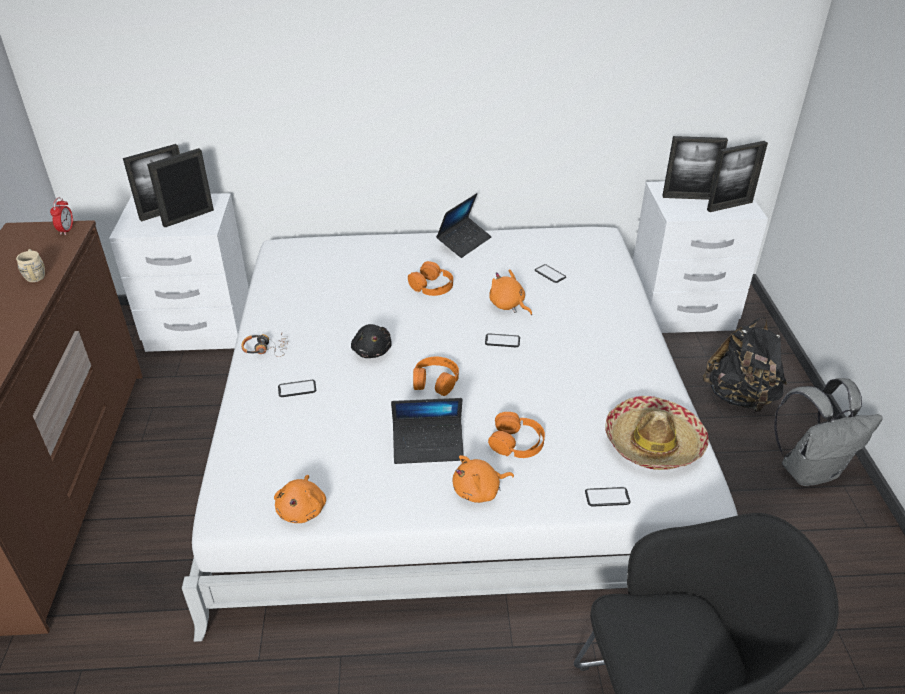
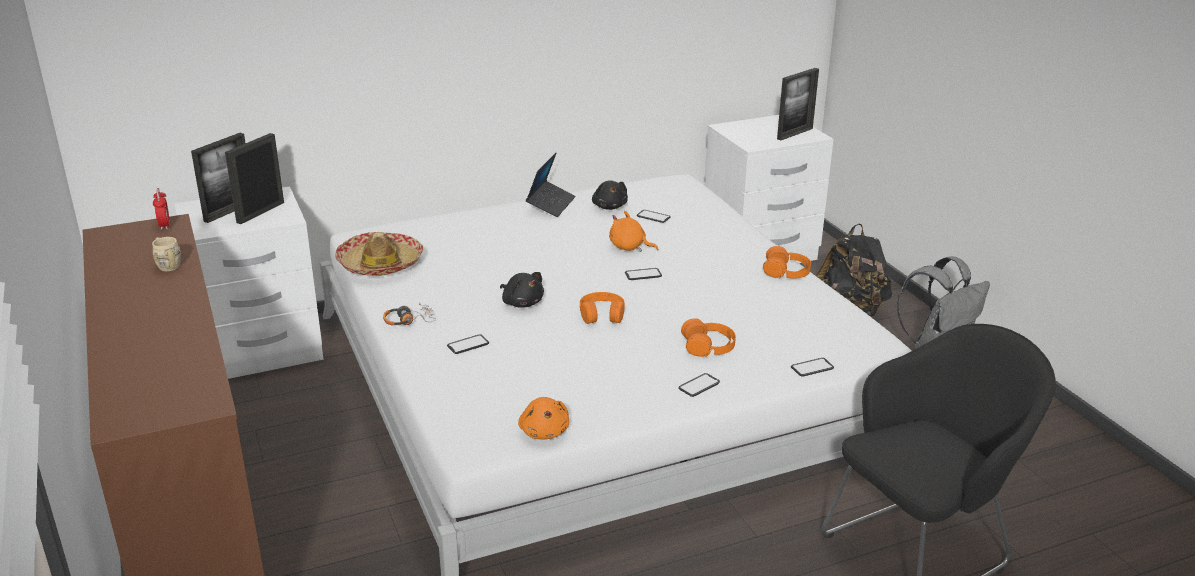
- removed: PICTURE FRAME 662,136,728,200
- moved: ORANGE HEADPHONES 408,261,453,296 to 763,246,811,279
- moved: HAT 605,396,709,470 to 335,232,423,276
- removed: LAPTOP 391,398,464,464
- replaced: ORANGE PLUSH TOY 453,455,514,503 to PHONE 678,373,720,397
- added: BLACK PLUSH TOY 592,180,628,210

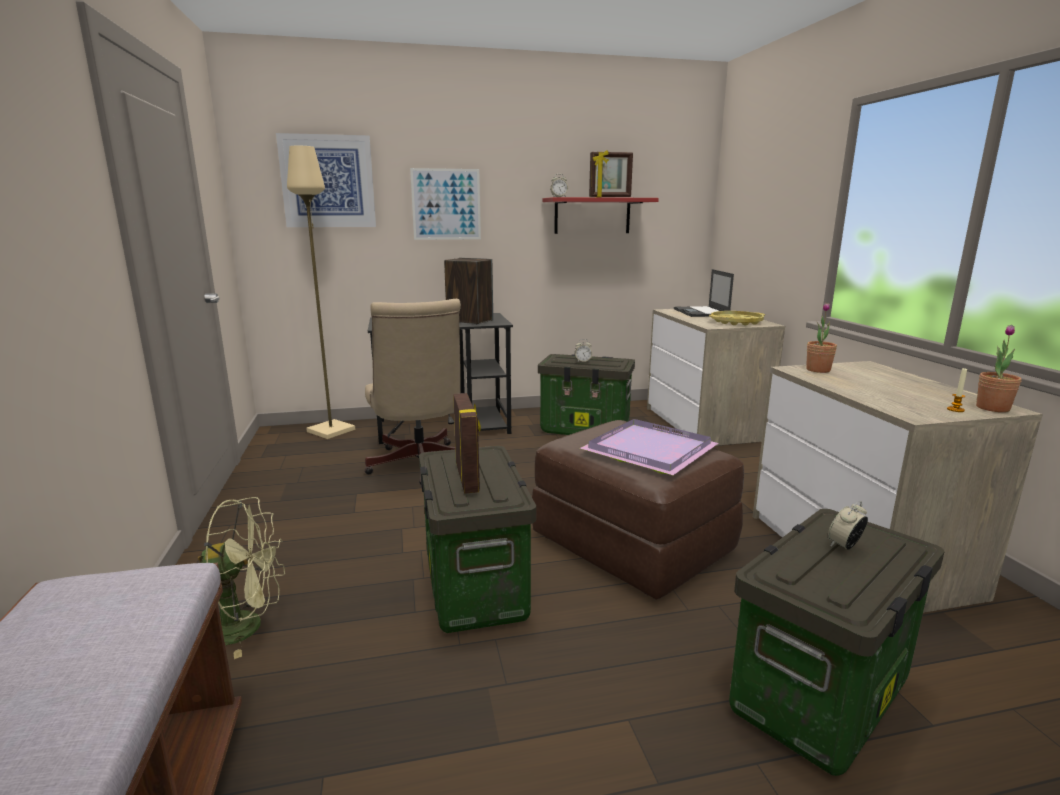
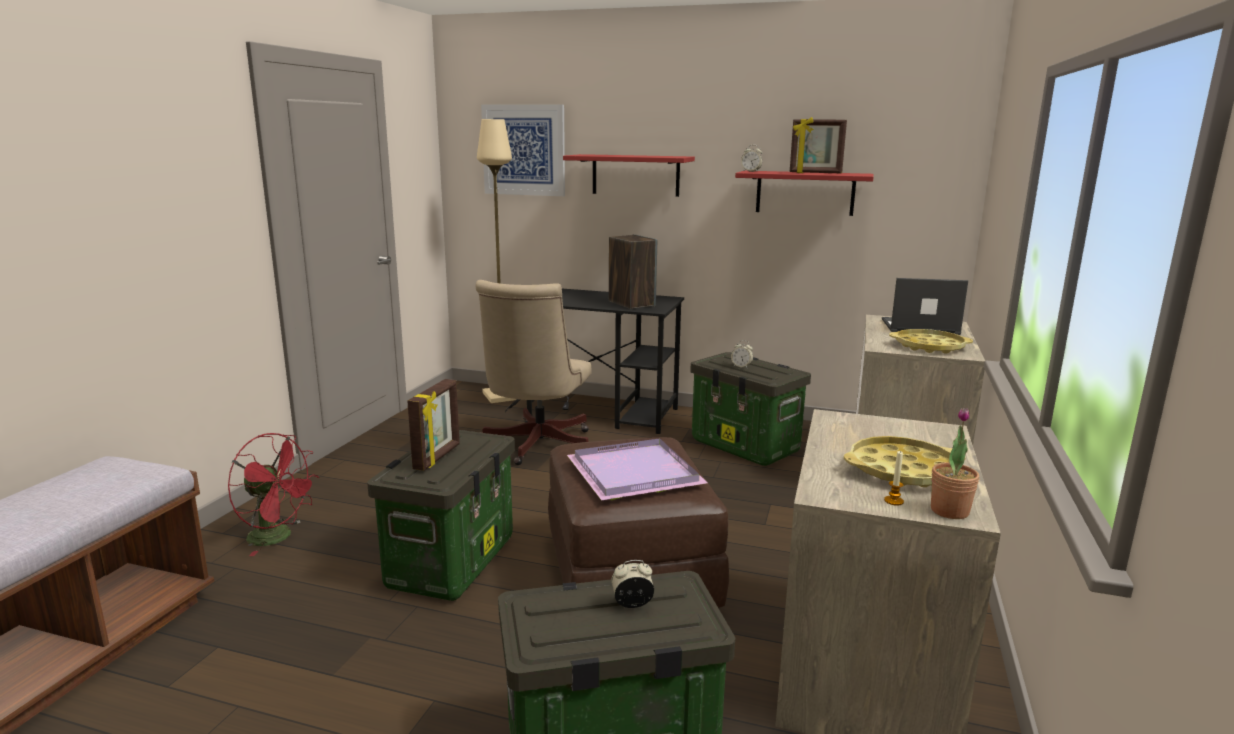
- replaced: PICTURE 410,168,481,240 to RED SHELF 563,154,695,197
- turned: LAPTOP 674,269,734,317 = 882,278,968,335 75 degrees clockwise
- removed: POTTED PLANT 806,302,837,373
- recoloured: GREEN FAN 198,497,285,659 to RED FAN 228,433,319,556
- added: YELLOW TRAY 844,436,952,487

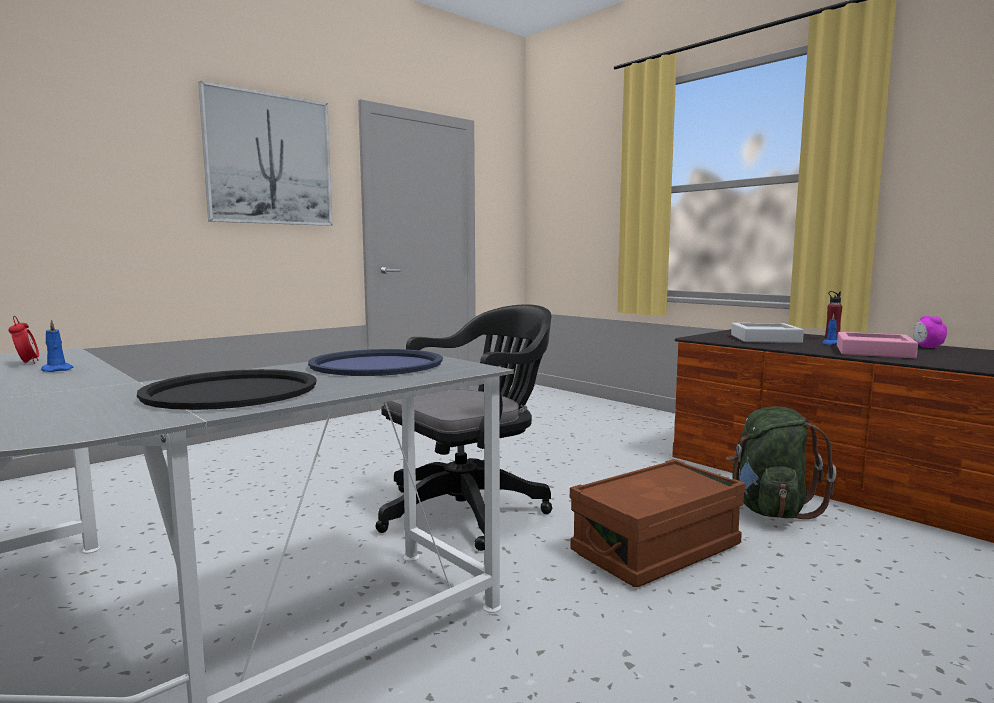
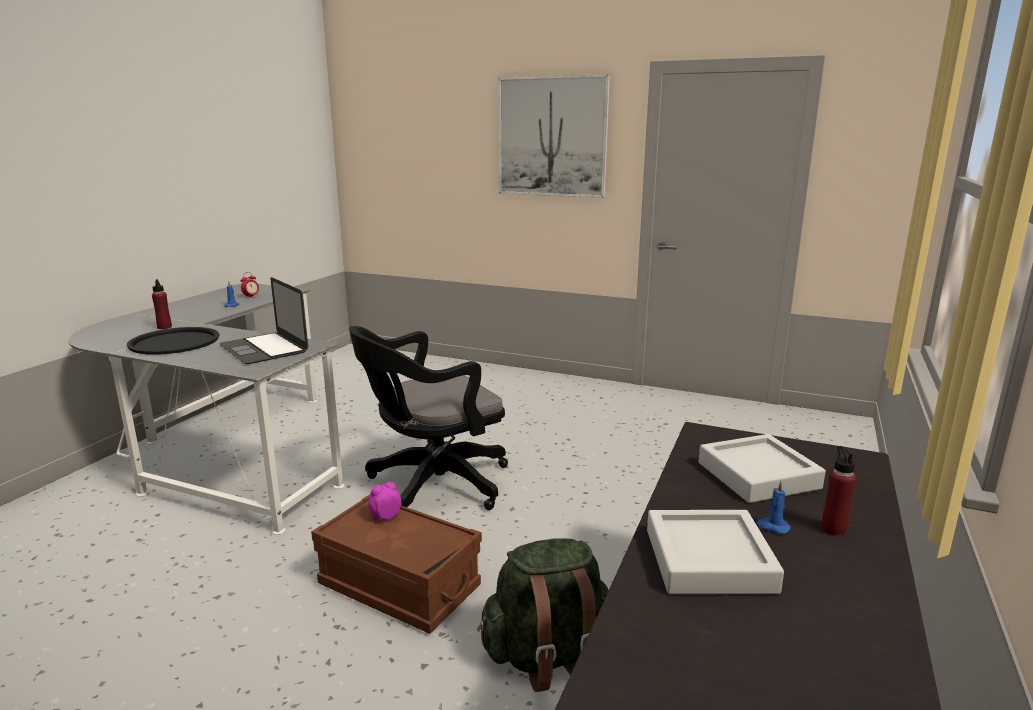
- turned: BLACK OFFICE CHAIR 376,304,552,551 = 349,326,508,510 120 degrees clockwise
- moved: ALARM CLOCK 913,316,947,349 to 368,482,401,520
- recoloured: PINK TRAY 837,332,918,358 to GREY TRAY 647,510,784,594
- replaced: BLUE TRAY 308,349,443,376 to LAPTOP 219,277,308,364
- added: RED BOTTLE 152,279,172,329

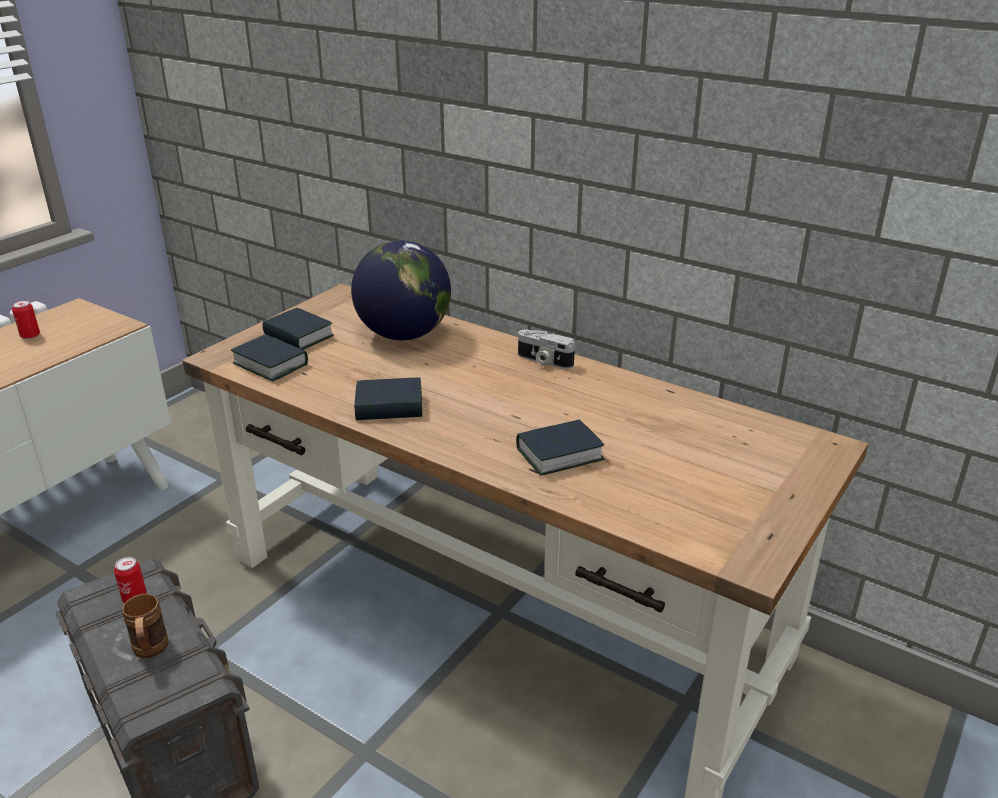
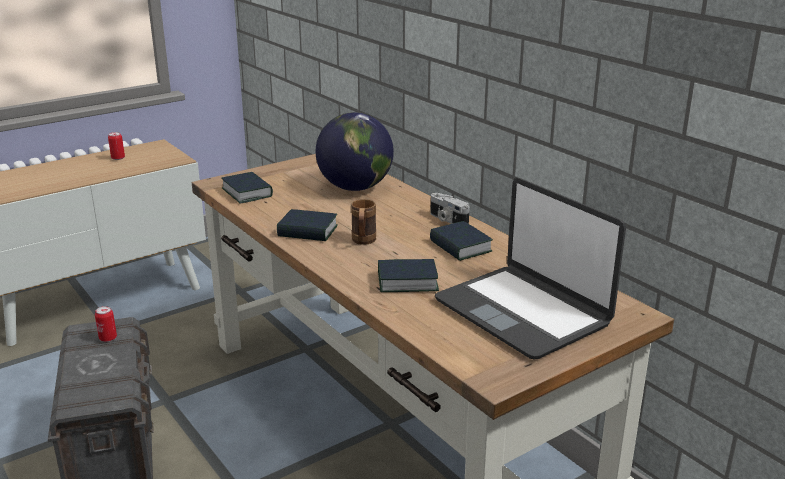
- moved: BOOK 262,308,334,350 to 430,221,493,261
- moved: BROWN MUG 122,593,169,658 to 351,199,376,245
- added: LAPTOP 435,178,626,359

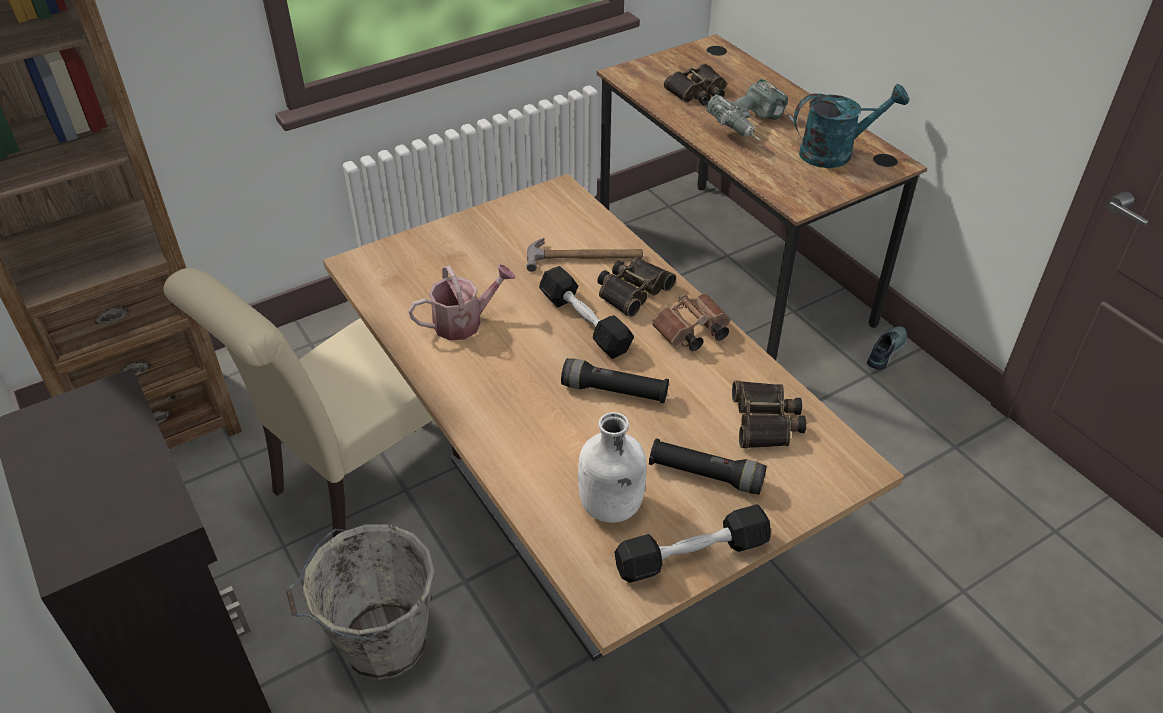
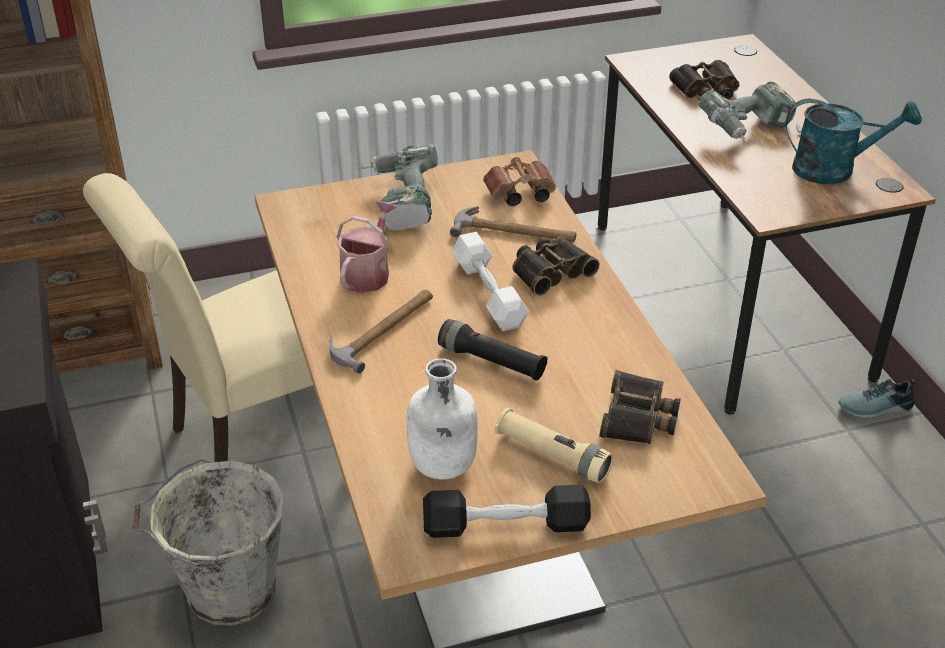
- turned: WATERING CAN 408,264,515,340 = 337,201,396,293 60 degrees counterclockwise
- recoloured: BLACK DUMBBELL 539,266,634,359 to WHITE DUMBBELL 452,232,529,331
- moved: BROWN BINOCULARS 652,293,730,351 to 483,157,556,206
- turned: SHOE 867,326,907,370 = 839,379,915,418 150 degrees counterclockwise
- recoloured: BLACK FLASHLIGHT 649,438,767,495 to BEIGE FLASHLIGHT 495,408,614,483
- added: POWER DRILL 358,144,438,230
- added: HAMMER 329,290,433,374

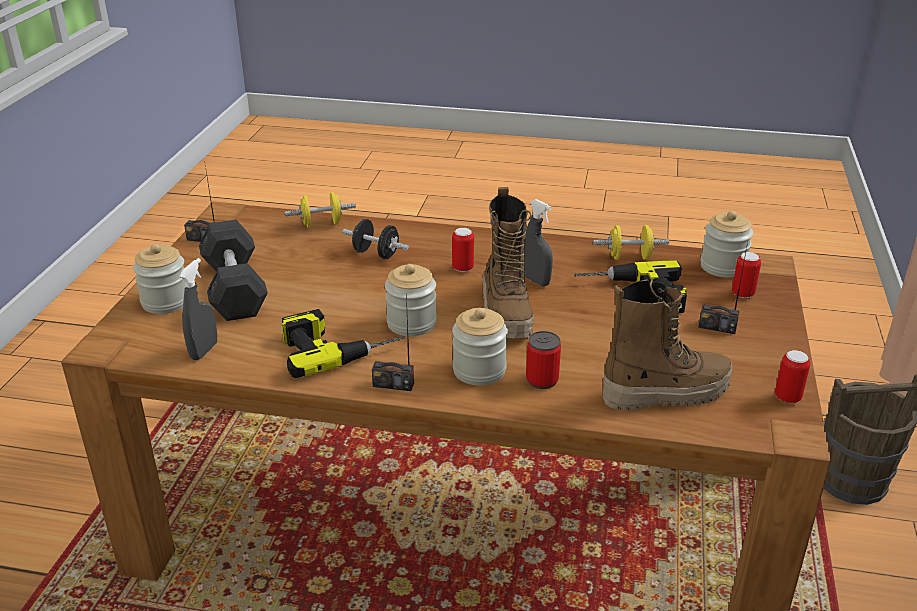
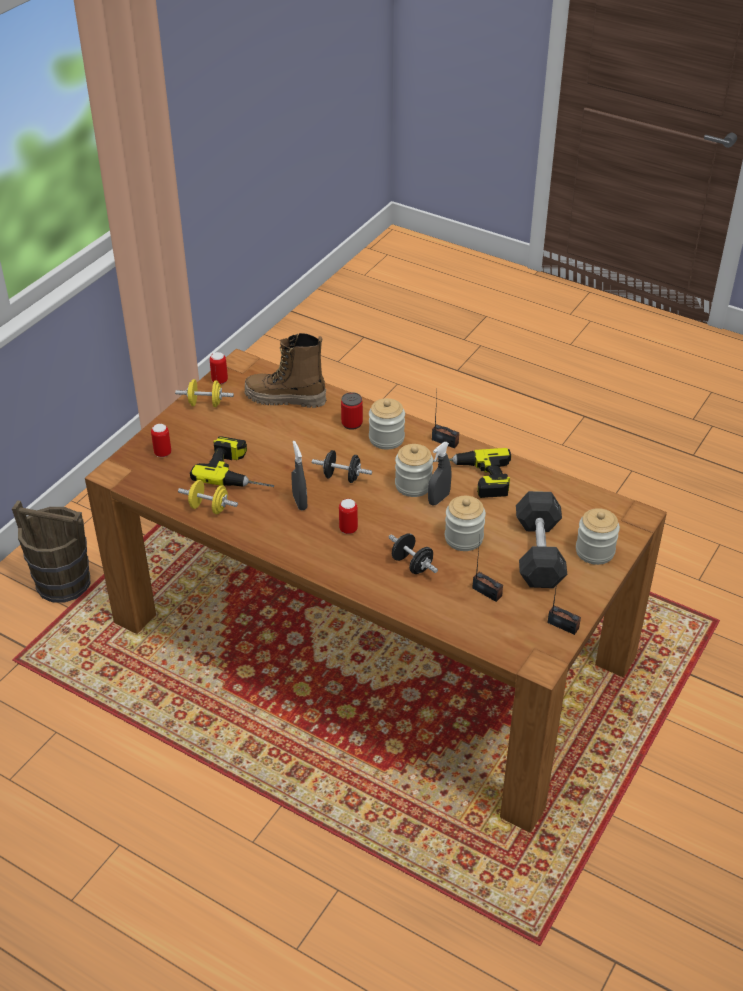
- replaced: BOOT 482,187,534,339 to BLACK DUMBBELL 312,450,372,483
- moved: YELLOW DUMBBELL 285,192,356,228 to 175,379,234,407
- moved: JAR 700,211,753,278 to 445,496,486,551
- moved: RADIO 698,242,748,334 to 472,537,503,602
- moved: GREY SPRAY BOTTLE 179,258,217,360 to 428,442,452,506

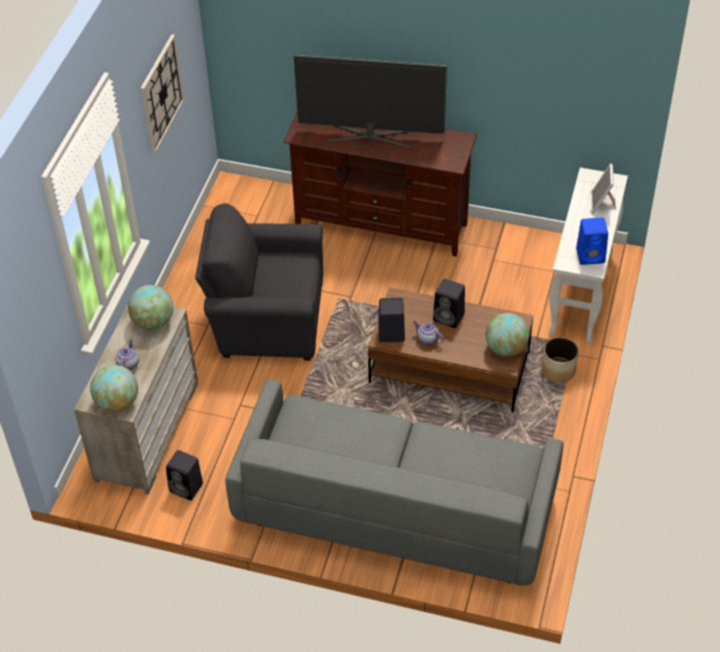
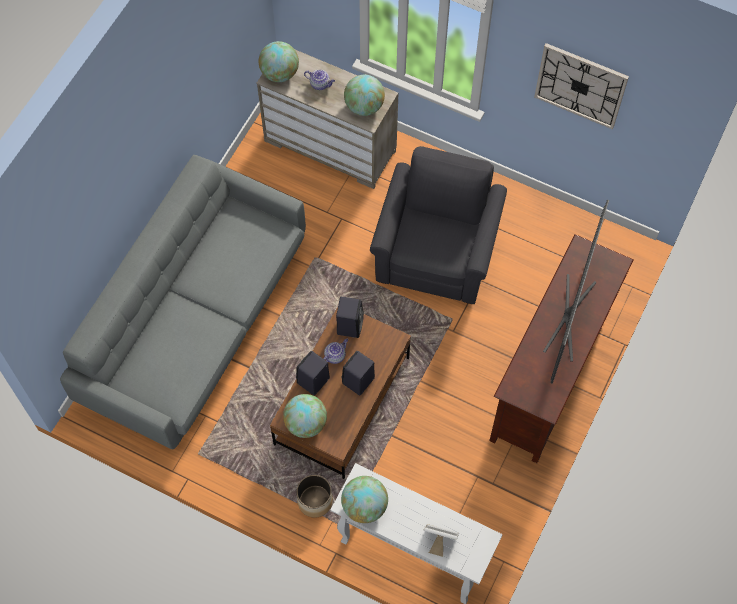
- replaced: BLUE SPEAKER 576,218,608,265 to GLOBE 341,476,388,523
- moved: BLACK SPEAKER 166,450,203,500 to 296,351,330,396

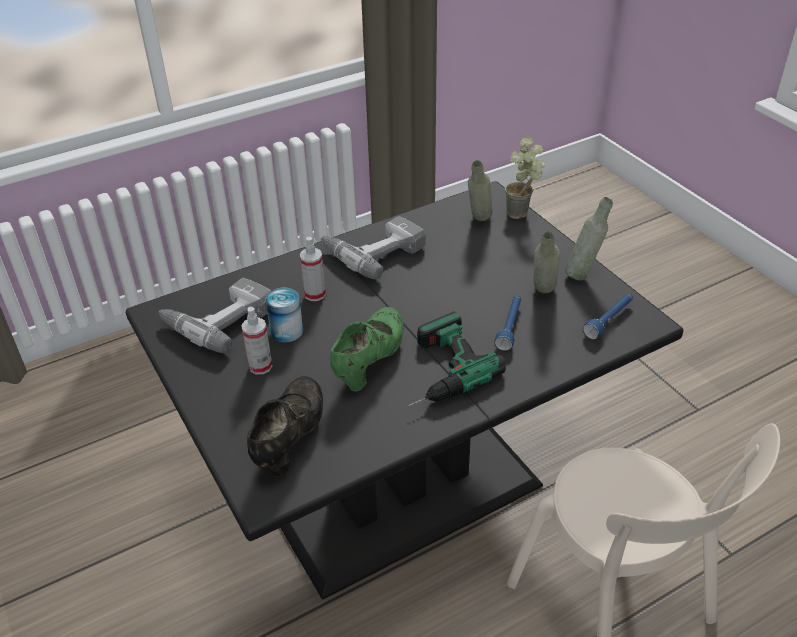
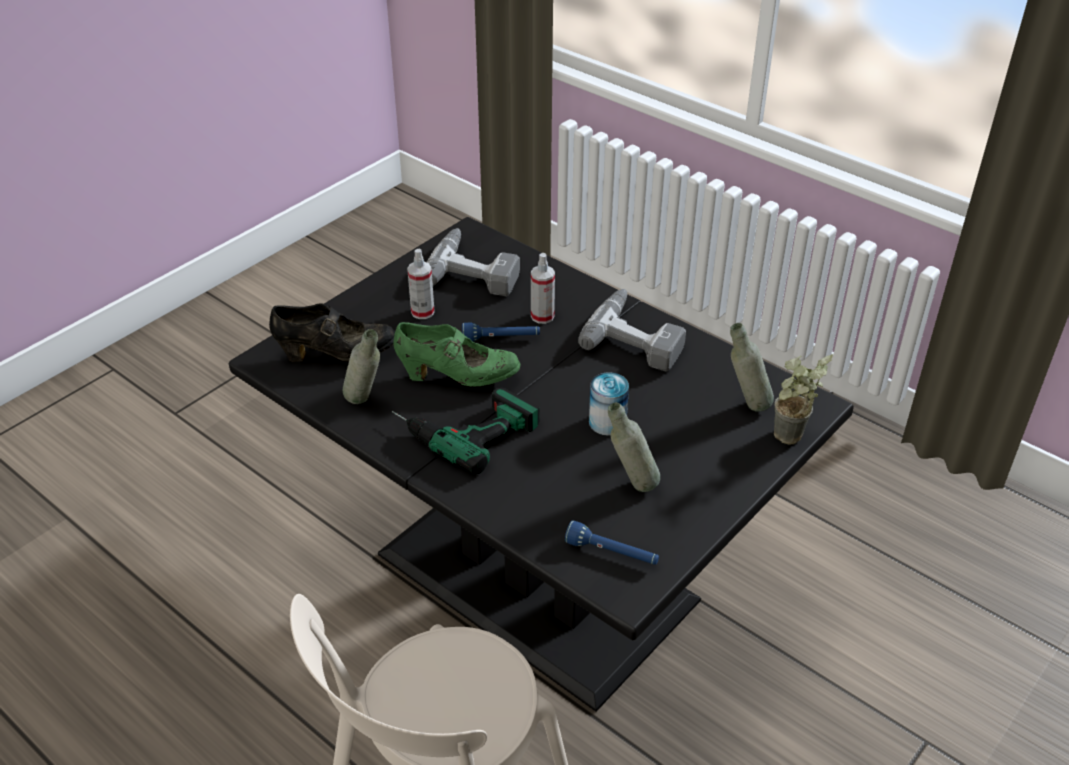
- moved: GREY BOTTLE 565,197,613,281 to 343,329,380,404
- moved: CAN 266,288,303,342 to 589,372,629,436
- moved: BLUE FLASHLIGHT 494,295,521,351 to 462,323,540,341

